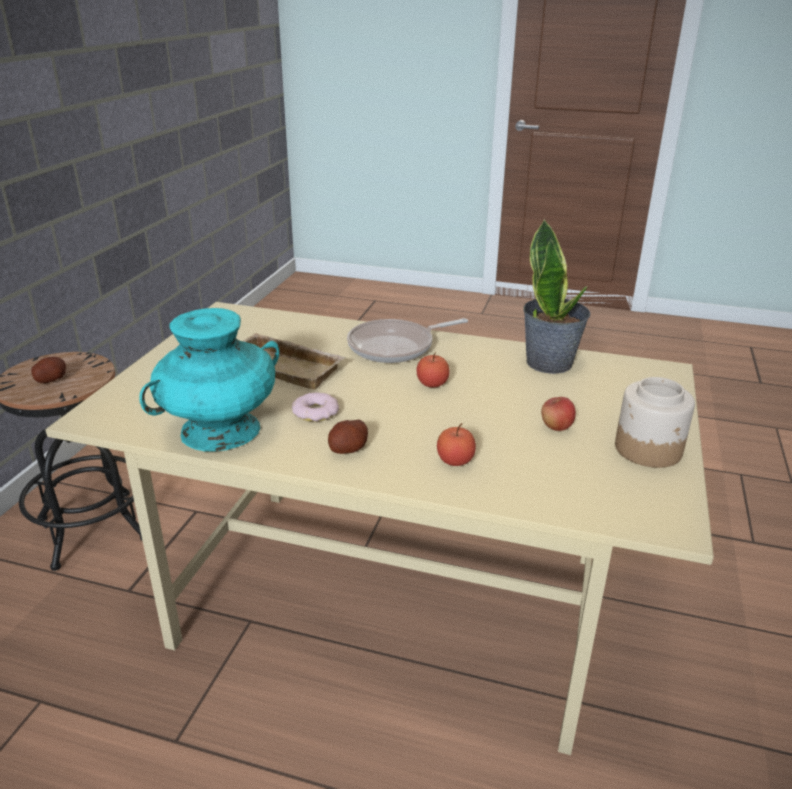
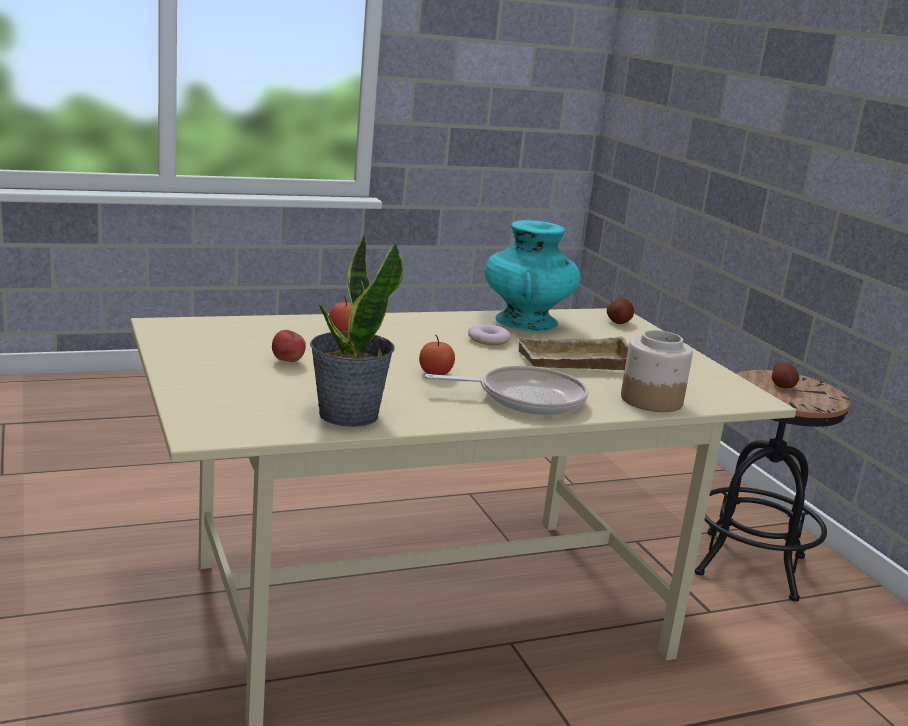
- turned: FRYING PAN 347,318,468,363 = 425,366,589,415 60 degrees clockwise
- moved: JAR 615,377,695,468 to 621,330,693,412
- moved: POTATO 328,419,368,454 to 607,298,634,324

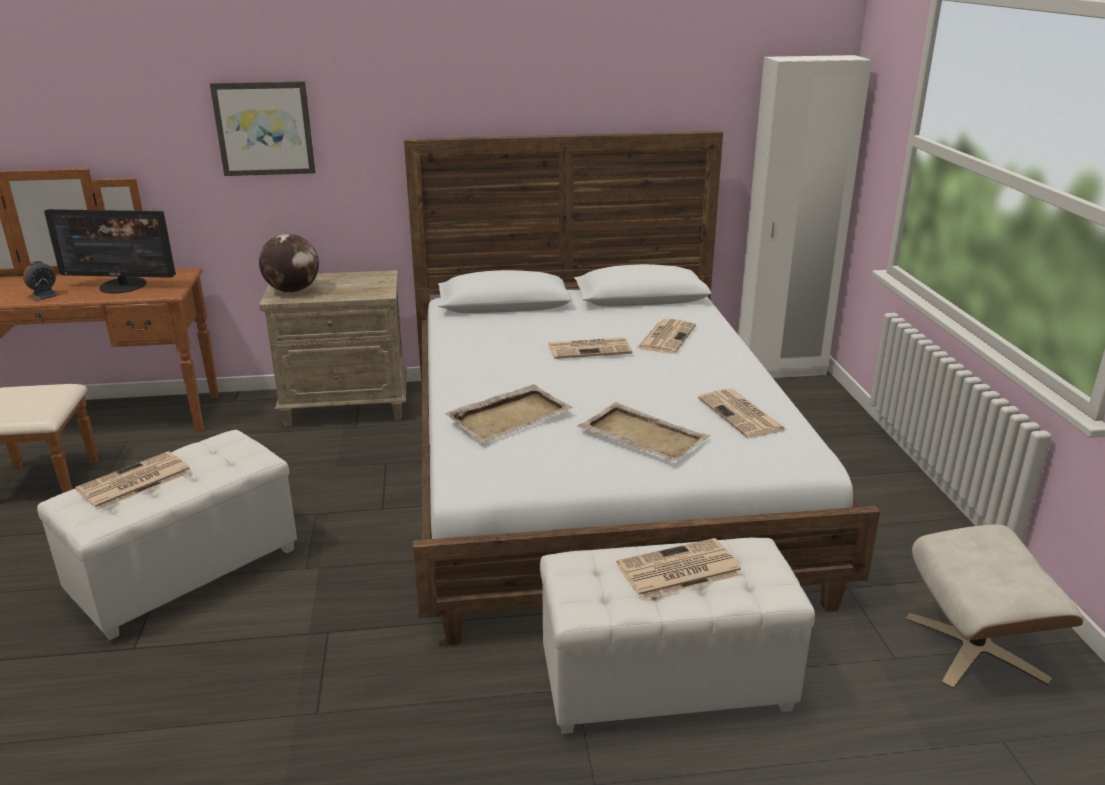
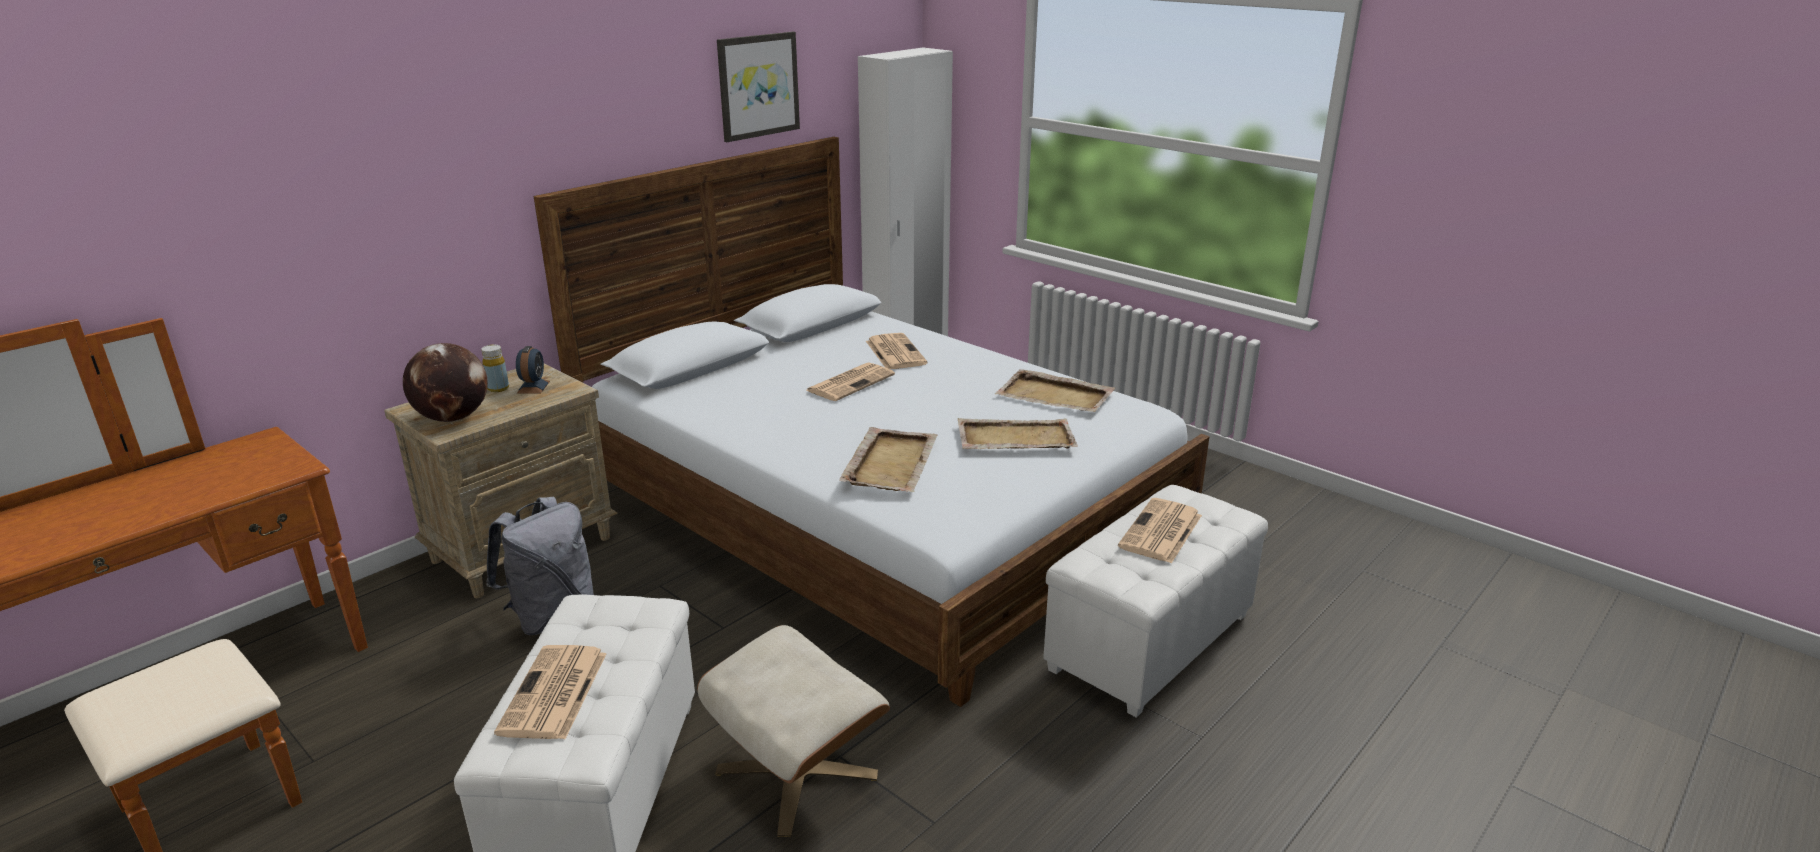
- moved: PICTURE 210,81,316,176 to 717,32,800,142
- removed: MONITOR 44,209,176,293
- moved: ALARM CLOCK 23,261,61,301 to 516,346,550,394
- replaced: NEWSPAPER 698,389,787,438 to BEIGE TRAY 995,369,1115,412
- moved: BEIGE OTTOMAN 905,524,1083,689 to 697,625,890,837
- added: YELLOW BOTTLE 481,345,509,392
- added: GREY BACKPACK 486,496,594,635

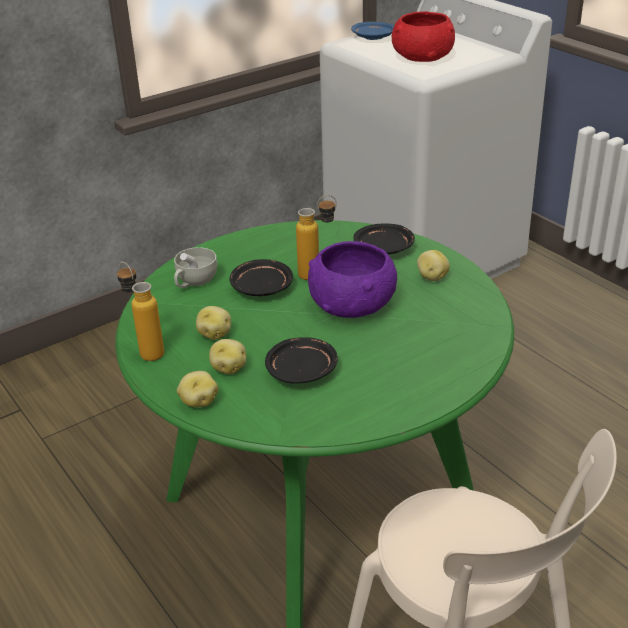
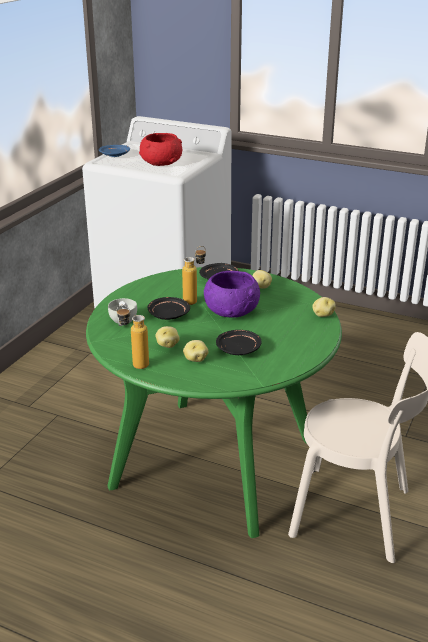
- moved: POTATO 177,371,219,407 to 312,297,336,317

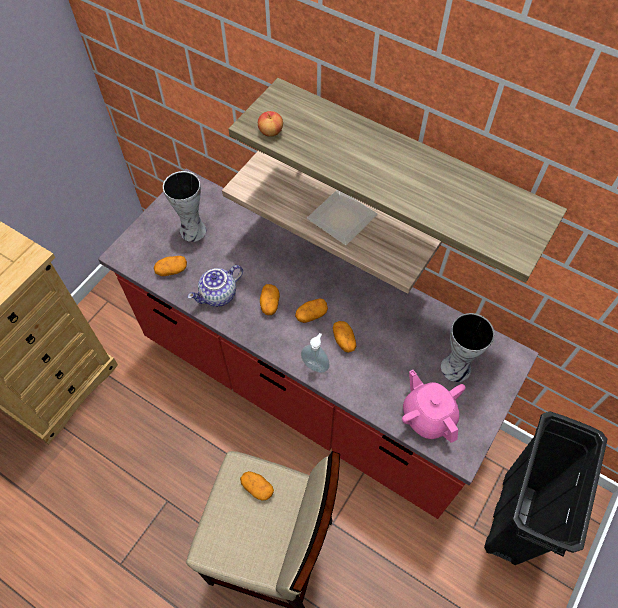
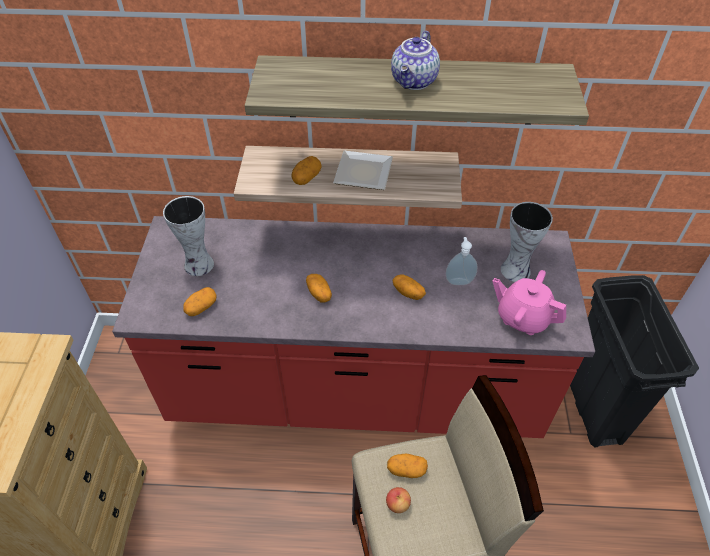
- moved: APPLE 258,111,283,137 to 386,487,411,513
- moved: TEAPOT 188,265,243,307 to 391,31,440,90
- moved: POTATO 295,298,328,323 to 292,156,322,185
- moved: SOAP DISPENSER 301,333,329,373 to 446,237,477,285

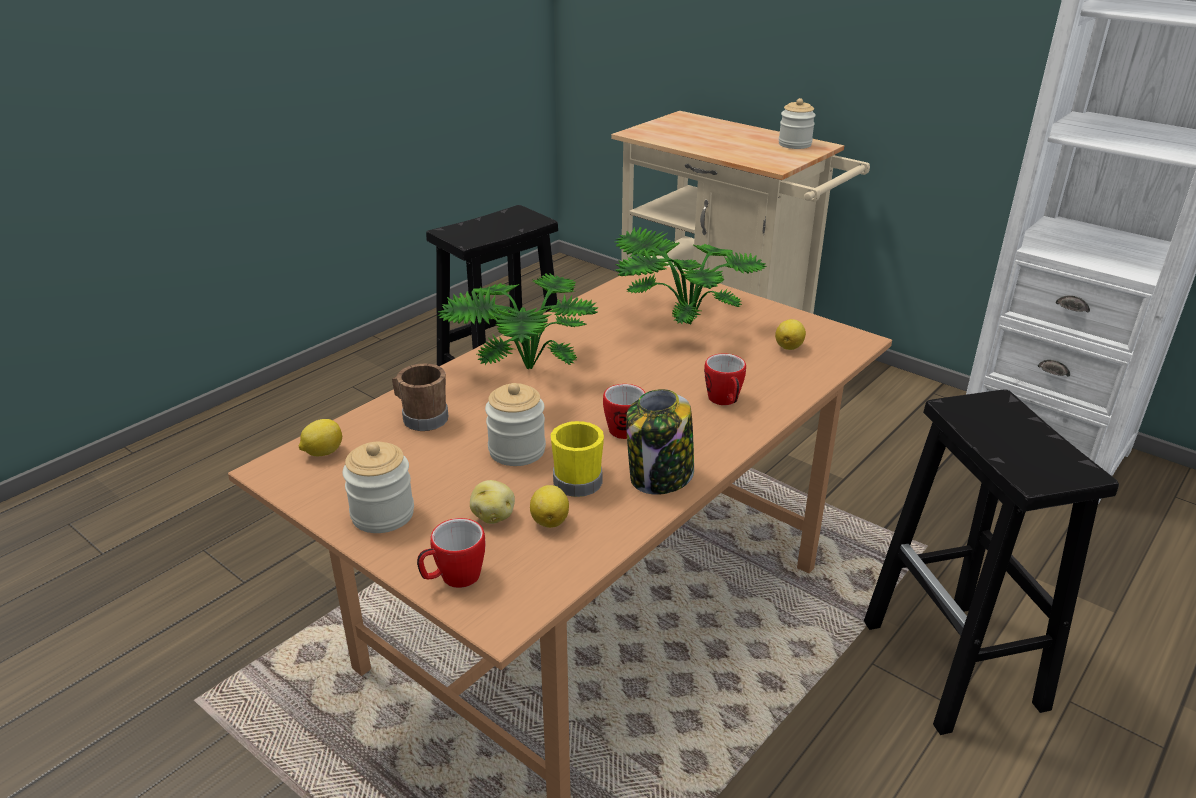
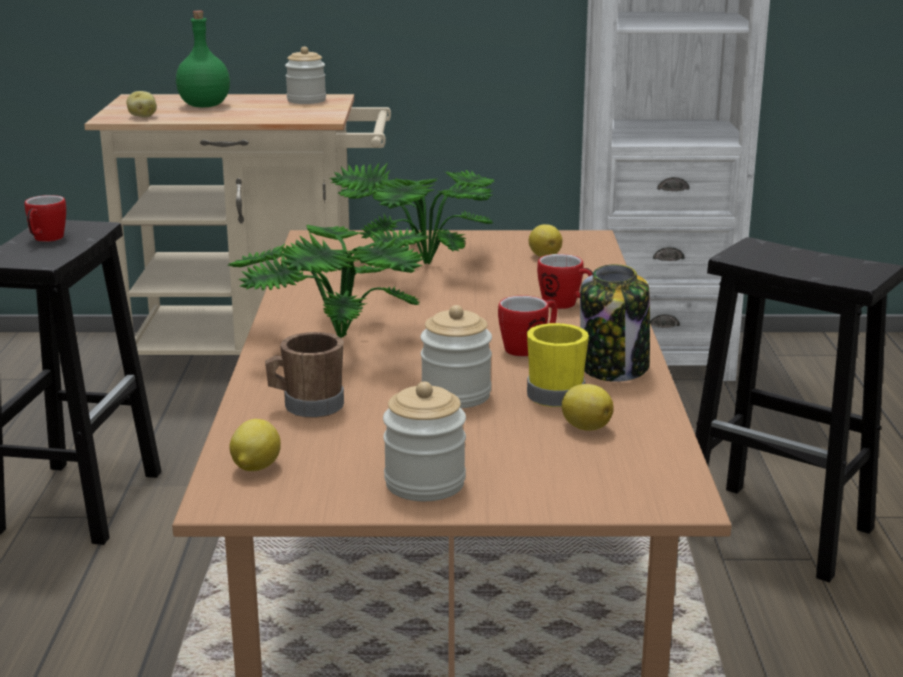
- moved: POTATO 470,480,515,524 to 126,91,157,118
- moved: MUG 417,518,486,588 to 25,195,66,242
- added: GREEN BOTTLE 176,11,230,107

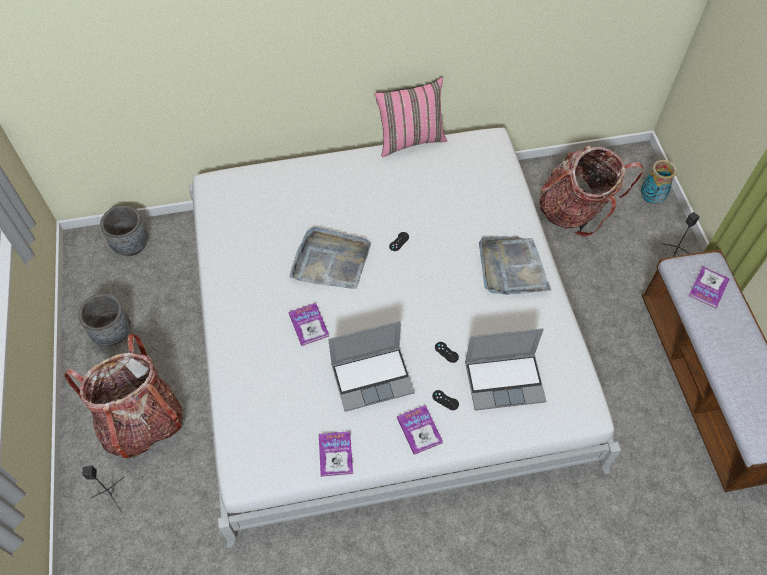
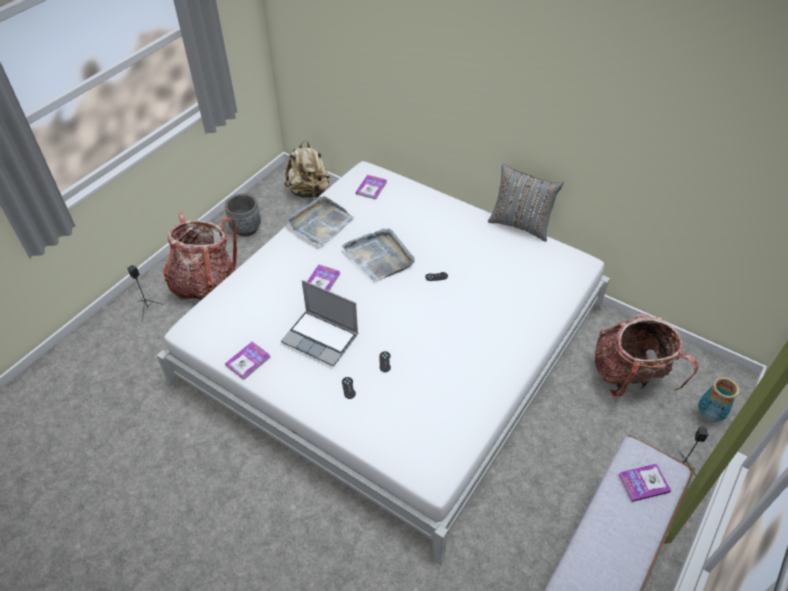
- recoloured: PINK PILLOW 374,77,447,157 to GREY PILLOW 488,164,563,242
- replaced: GREY PLANTER 100,205,148,256 to BEIGE BACKPACK 284,140,330,199
- moved: GREY TRAY 479,236,551,295 to 287,196,354,245
- removed: LAPTOP 465,328,546,411
- moved: BOOK 397,405,443,455 to 356,175,387,199

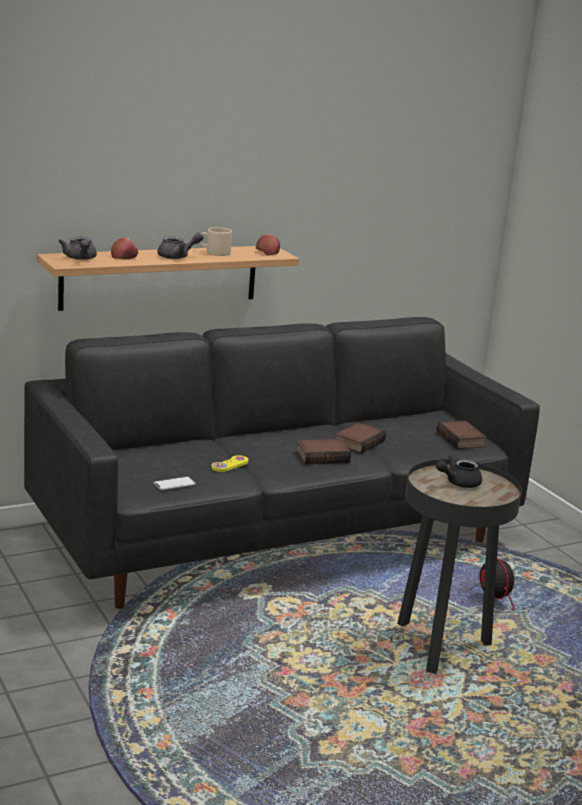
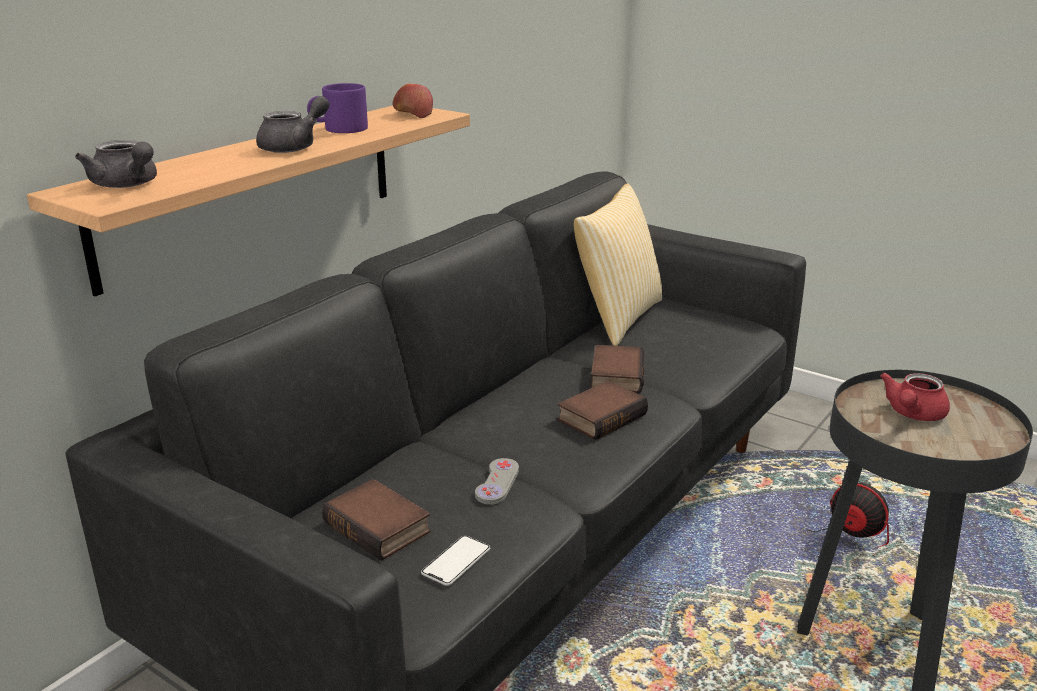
- recoloured: BEIGE MUG 199,227,232,256 to PURPLE MUG 307,83,368,133
- removed: APPLE 111,238,138,259
- moved: BOOK 437,421,486,449 to 322,479,431,561
- recoloured: YELLOW GAME CONTROLLER 211,455,248,472 to GREY GAME CONTROLLER 475,458,519,505
- recoloured: BLACK TEAPOT 436,455,482,488 to RED TEAPOT 880,373,950,421
- added: PILLOW 574,183,662,346

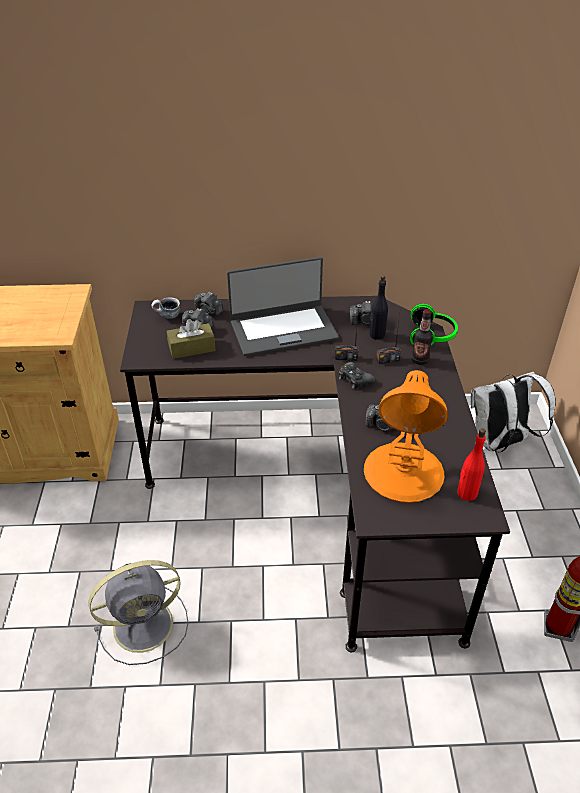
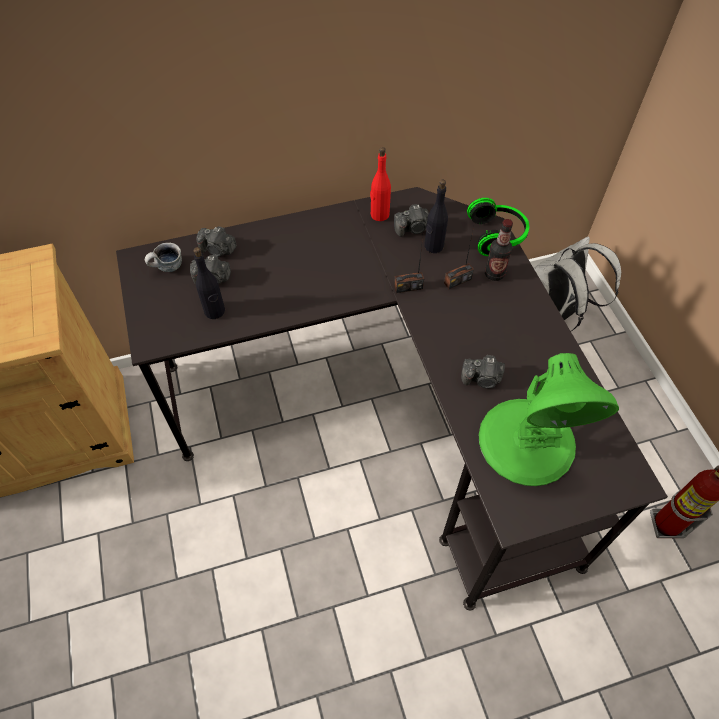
- removed: LAPTOP 227,257,339,356
- replaced: BROWN TISSUE BOX 167,319,216,359 to BLACK BOTTLE 193,247,225,319
- removed: BLACK GAME CONTROLLER 339,362,375,389
- recoloured: ORANGE TABLE LAMP 364,370,448,503 to GREEN TABLE LAMP 479,353,619,486
- moved: RED BOTTLE 457,429,486,501 to 370,147,391,221
- removed: GREY FAN 89,560,188,665

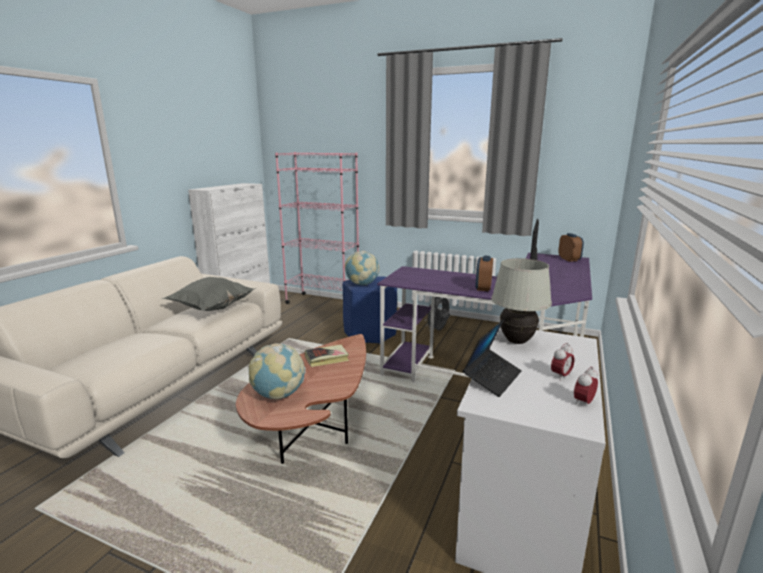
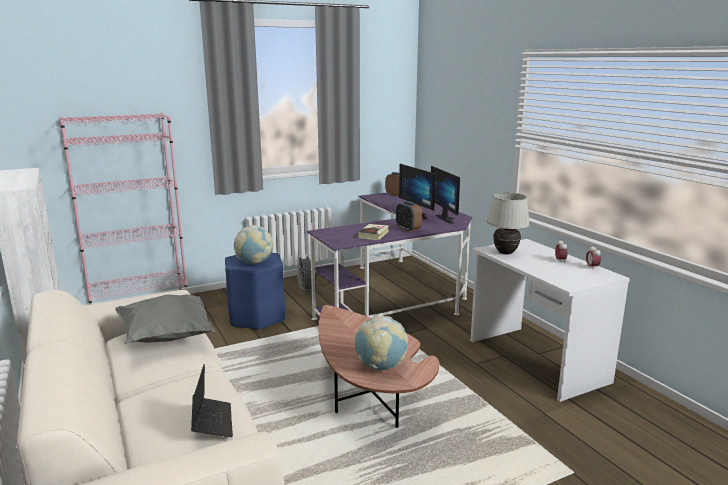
- moved: LAPTOP 463,319,522,397 to 191,364,233,437
- moved: BOOK 305,345,349,367 to 358,224,389,240
- added: MONITOR 431,166,460,224

